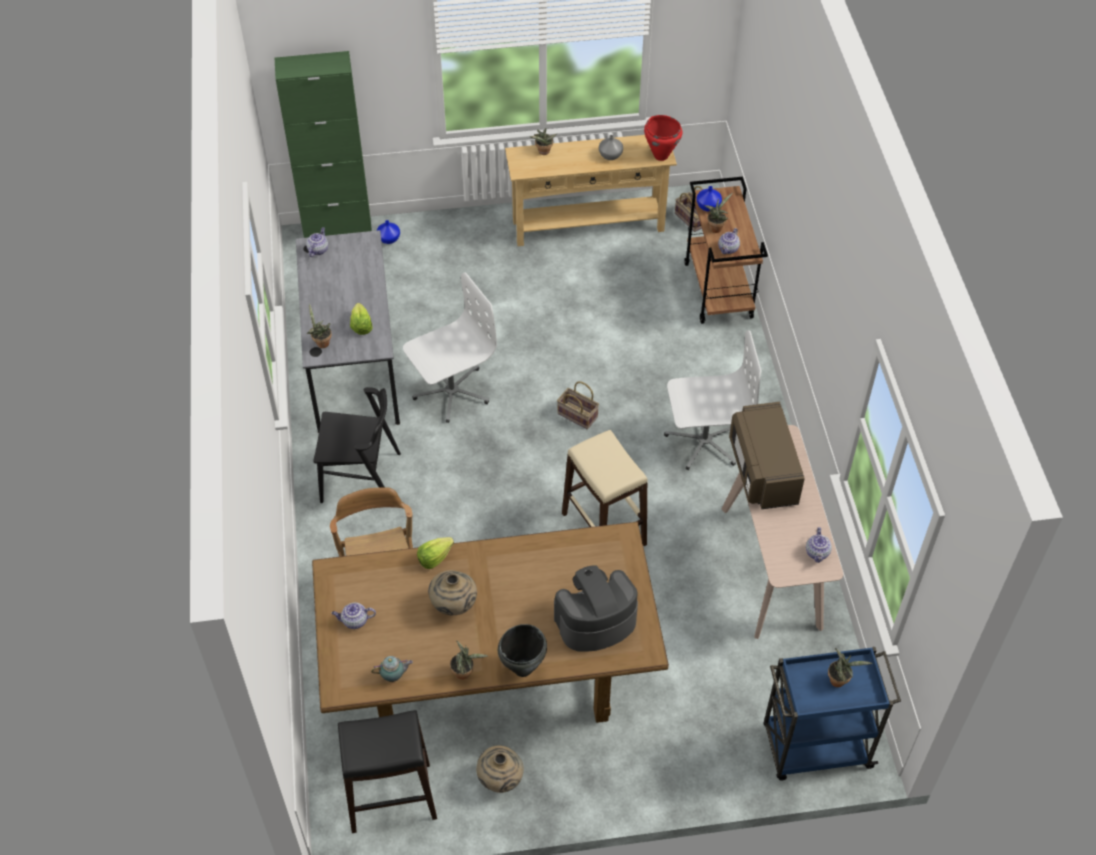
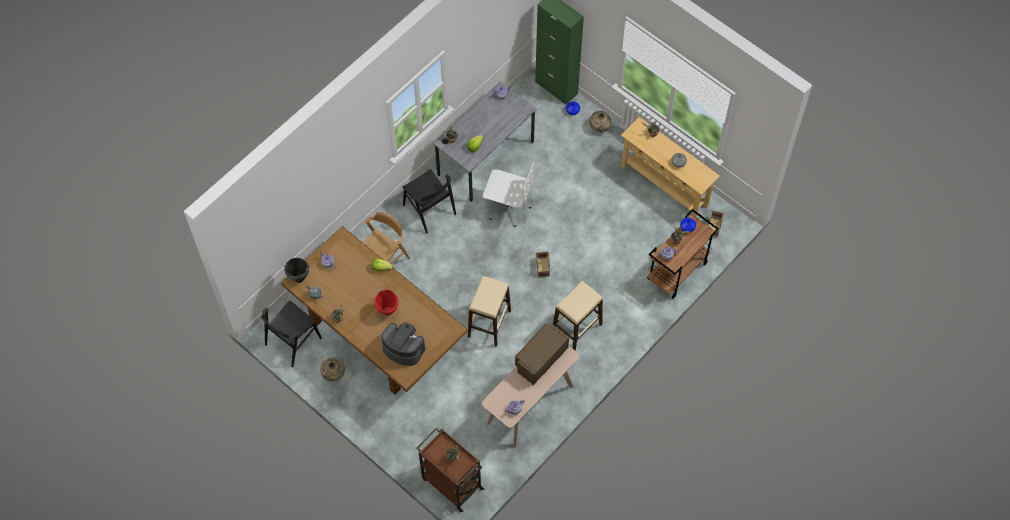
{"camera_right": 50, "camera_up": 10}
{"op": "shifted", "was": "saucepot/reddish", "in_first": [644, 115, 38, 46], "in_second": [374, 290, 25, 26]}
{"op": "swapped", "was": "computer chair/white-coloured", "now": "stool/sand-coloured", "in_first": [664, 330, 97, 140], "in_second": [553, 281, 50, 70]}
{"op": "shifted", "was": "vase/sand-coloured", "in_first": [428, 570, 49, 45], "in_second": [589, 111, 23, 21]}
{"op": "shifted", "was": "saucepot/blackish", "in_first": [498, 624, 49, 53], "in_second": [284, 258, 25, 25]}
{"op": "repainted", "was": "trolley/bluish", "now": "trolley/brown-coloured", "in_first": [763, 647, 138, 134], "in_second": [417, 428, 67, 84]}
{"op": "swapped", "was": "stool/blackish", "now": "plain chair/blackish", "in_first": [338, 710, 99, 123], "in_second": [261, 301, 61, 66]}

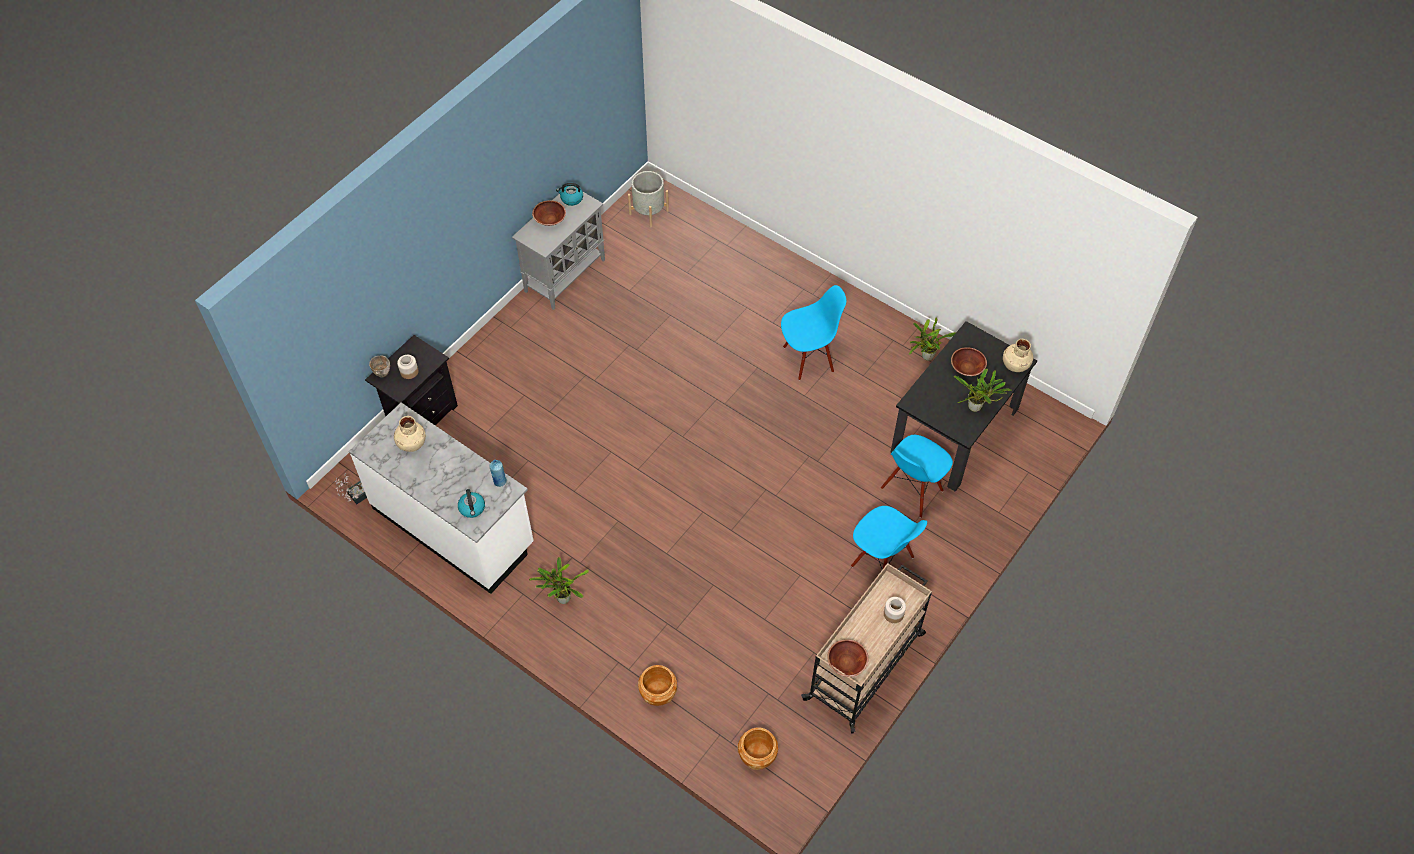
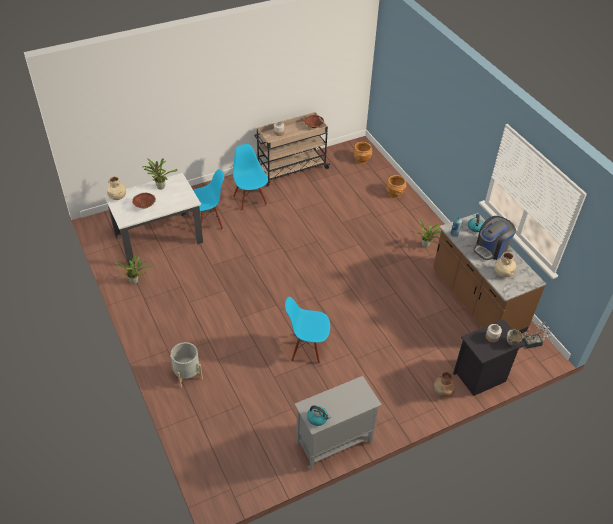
{"camera_right": -155, "camera_up": -10}
{"op": "shifted", "was": "plant pot/gray", "in_first": [628, 171, 41, 56], "in_second": [170, 342, 33, 45]}
{"op": "gone", "was": "serving bowl/brown-coloured", "in_first": [532, 200, 34, 26]}
{"op": "shifted", "was": "plain chair/bluish", "in_first": [781, 285, 65, 95], "in_second": [285, 297, 45, 67]}
{"op": "repainted", "was": "kitchen table/blackish", "now": "kitchen table/white-coloured", "in_first": [890, 321, 147, 171], "in_second": [104, 173, 99, 93]}
{"op": "repainted", "was": "kitchen counter/white-coloured", "now": "kitchen counter/brown-coloured", "in_first": [349, 402, 185, 192], "in_second": [433, 213, 113, 120]}
{"op": "new", "now": "coffee maker", "in_second": [473, 216, 43, 44]}
{"op": "new", "now": "vase/brown-coloured", "in_second": [434, 372, 22, 25]}

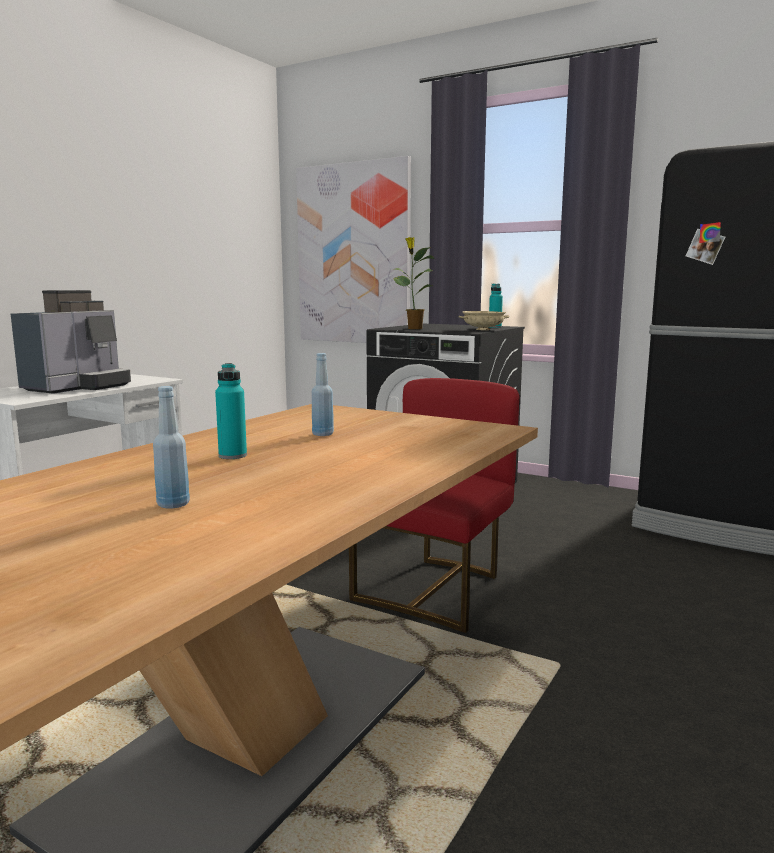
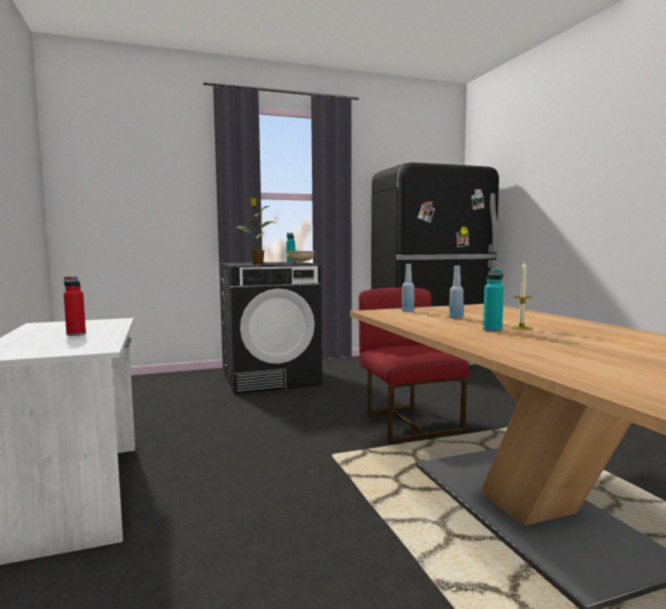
{"camera_right": -50, "camera_up": -5}
{"op": "gone", "was": "wall art", "in_first": [296, 156, 115, 187]}
{"op": "swapped", "was": "coffee maker", "now": "bottle/reddish", "in_first": [11, 290, 120, 104], "in_second": [64, 276, 22, 60]}
{"op": "shifted", "was": "bottle/bluish", "in_first": [153, 386, 37, 122], "in_second": [402, 264, 12, 48]}
{"op": "new", "now": "wax candle", "in_second": [511, 262, 22, 68]}

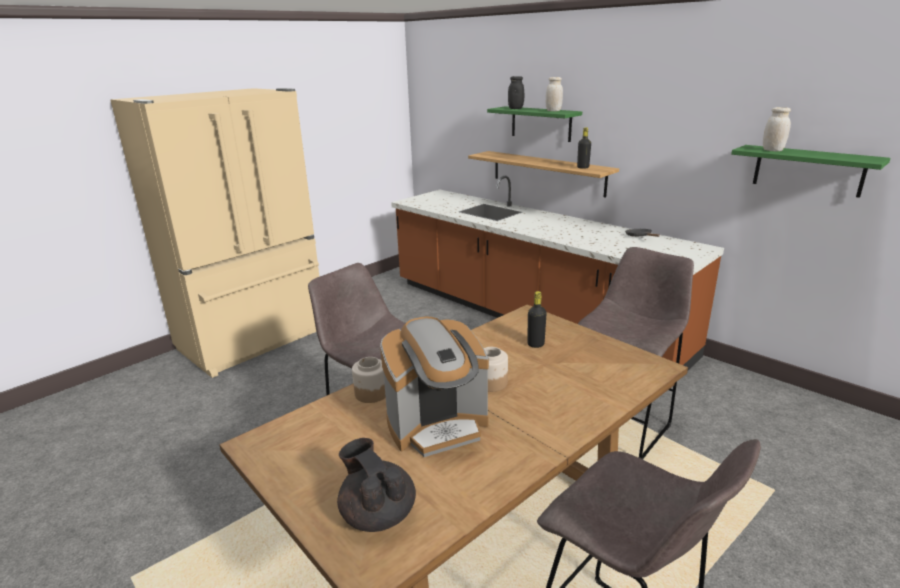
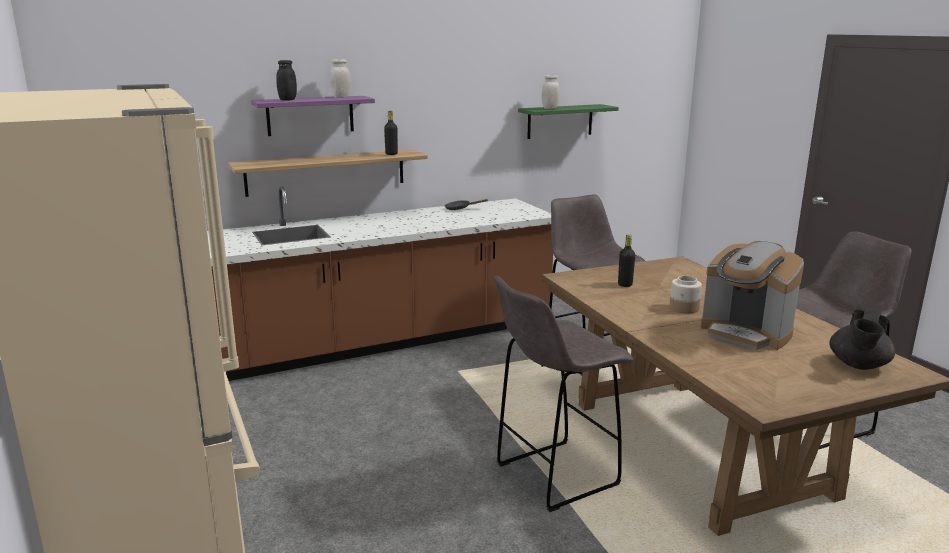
{"camera_right": -70, "camera_up": -5}
{"op": "repainted", "was": "wall shelf/green-coloured", "now": "wall shelf/purple", "in_first": [487, 106, 95, 36], "in_second": [251, 96, 124, 40]}
{"op": "rotated", "was": "coffee maker", "in_first": [380, 317, 109, 140], "in_second": [701, 241, 103, 109], "clockwise": 135}
{"op": "gone", "was": "jar", "in_first": [352, 357, 34, 46]}
{"op": "rotated", "was": "pot for tea/blackish", "in_first": [337, 438, 79, 94], "in_second": [830, 310, 65, 60], "clockwise": -45}

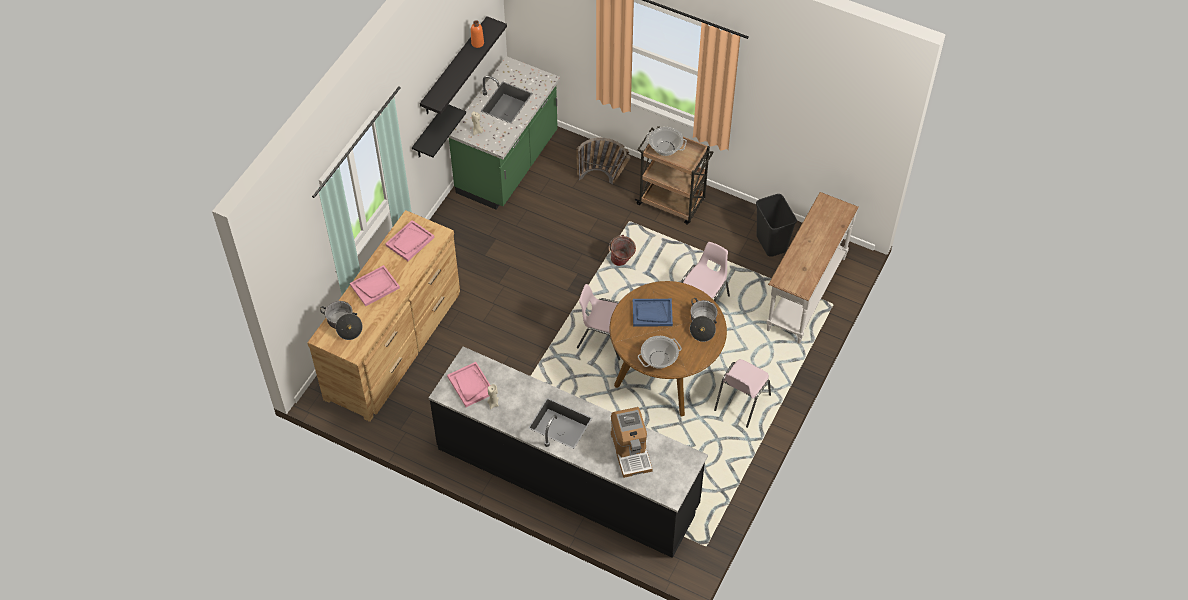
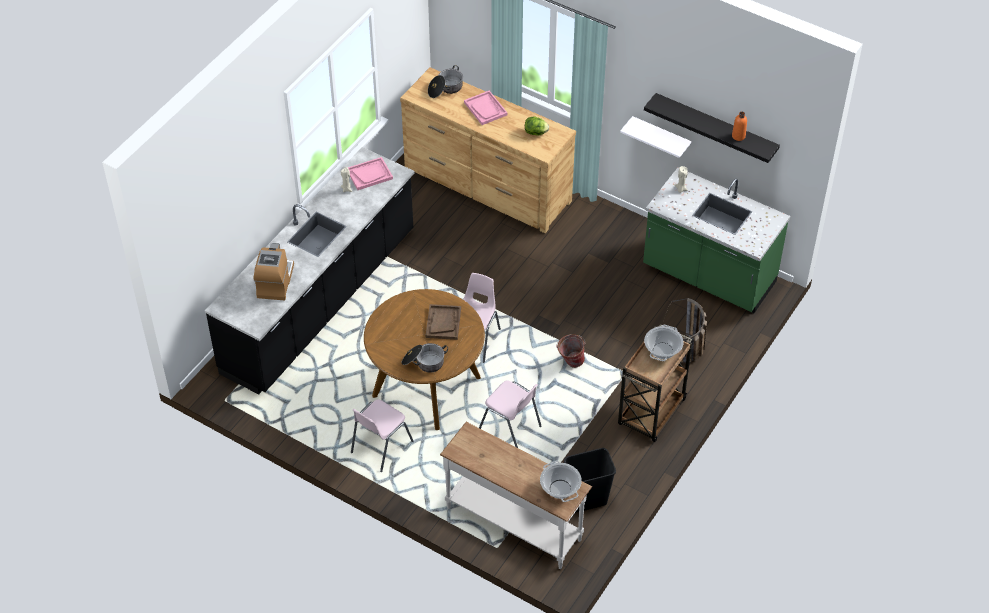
{"camera_right": 95, "camera_up": -5}
{"op": "repainted", "was": "wall shelf/blackish", "now": "wall shelf/white-coloured", "in_first": [412, 104, 54, 54], "in_second": [620, 116, 71, 42]}
{"op": "swapped", "was": "carrying tray/pinkish", "now": "lettuce head", "in_first": [385, 220, 49, 41], "in_second": [525, 117, 24, 18]}
{"op": "repainted", "was": "carrying tray/bluish", "now": "carrying tray/brown-coloured", "in_first": [633, 299, 40, 28], "in_second": [426, 304, 35, 36]}
{"op": "shifted", "was": "saucepot", "in_first": [638, 336, 44, 33], "in_second": [540, 461, 42, 41]}
{"op": "rotated", "was": "plain chair/pinkish", "in_first": [714, 359, 57, 69], "in_second": [351, 399, 63, 73], "clockwise": -90}
{"op": "rotated", "was": "coffee maker", "in_first": [611, 407, 42, 71], "in_second": [253, 243, 41, 58], "clockwise": 105}

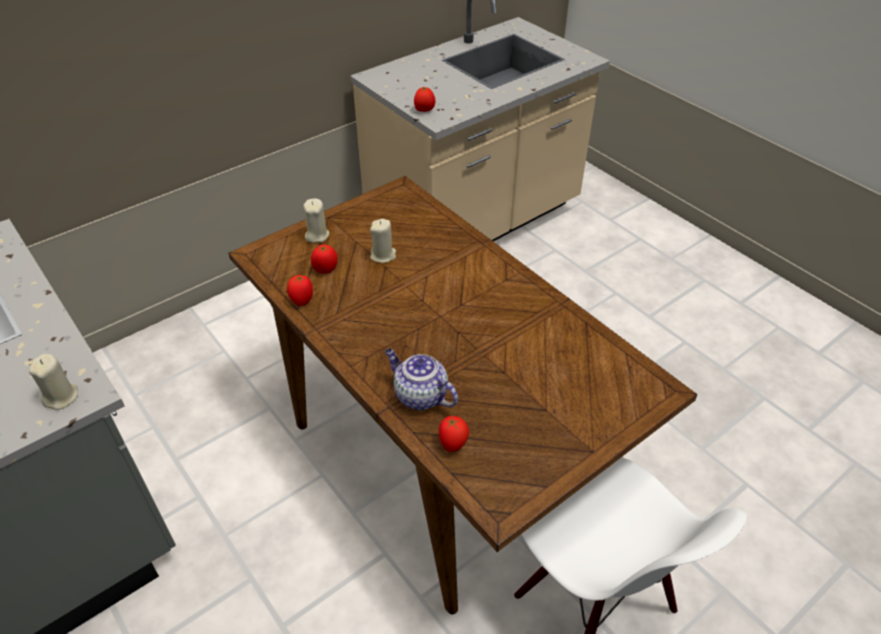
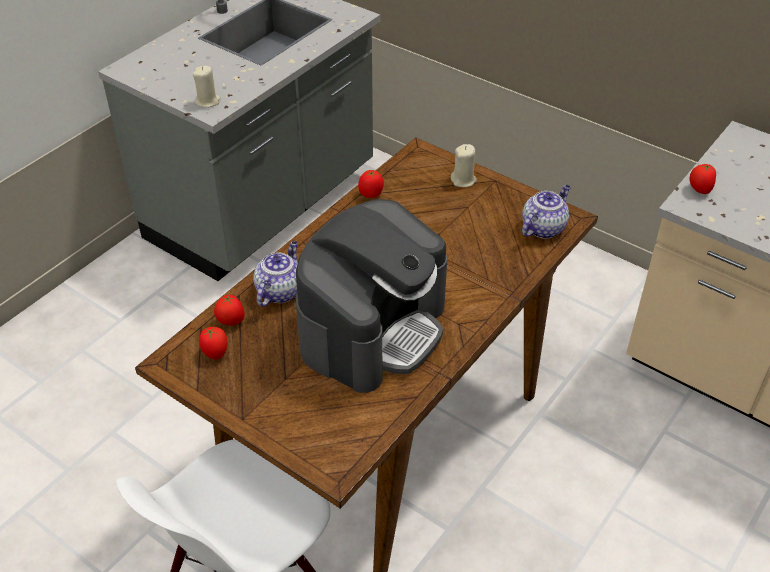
{"camera_right": 75, "camera_up": 0}
{"op": "gone", "was": "wax candle/sand-coloured", "in_first": [370, 219, 26, 44]}
{"op": "shifted", "was": "fresh tomato", "in_first": [311, 245, 27, 29], "in_second": [199, 327, 29, 32]}
{"op": "new", "now": "pot for tea", "in_second": [522, 185, 49, 54]}
{"op": "new", "now": "coffee maker", "in_second": [296, 199, 151, 194]}

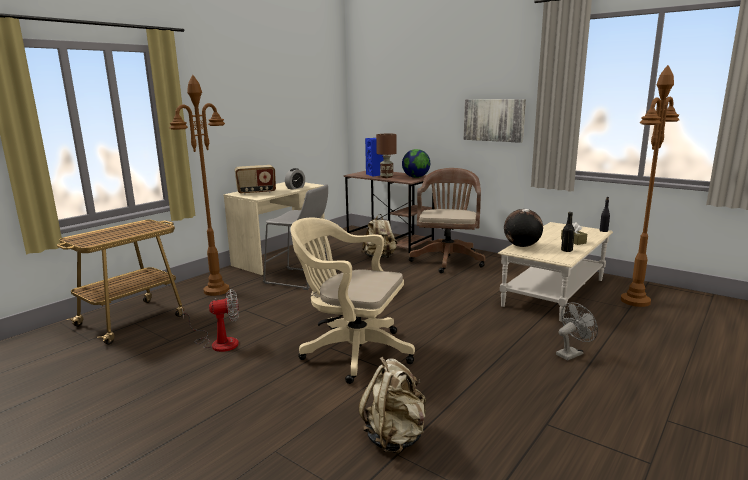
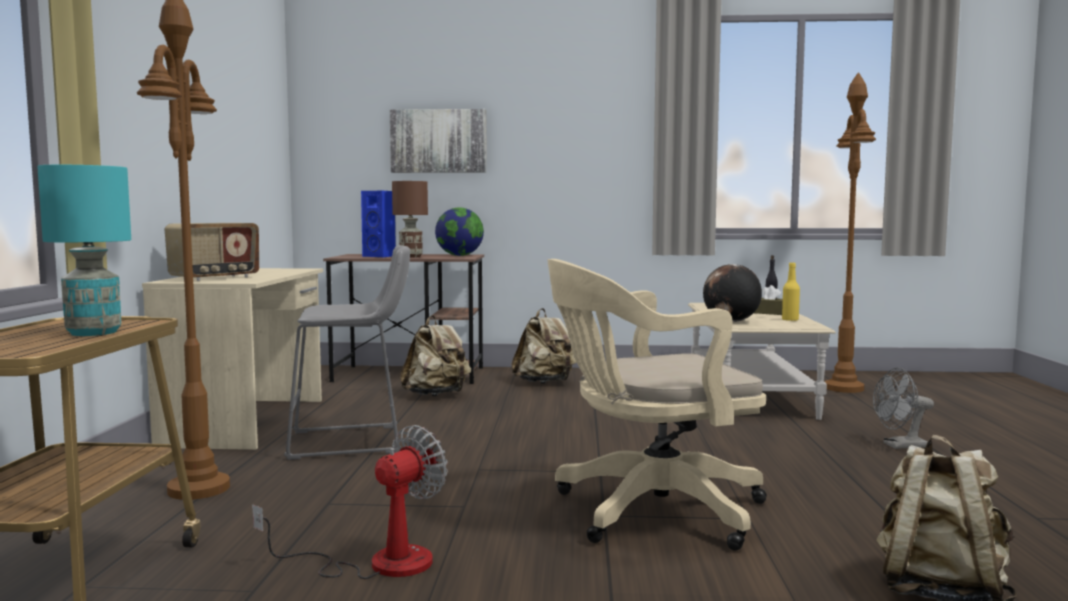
{"camera_right": -35, "camera_up": -10}
{"op": "shifted", "was": "wall art", "in_first": [464, 99, 62, 44], "in_second": [390, 109, 97, 64]}
{"op": "gone", "was": "bedside clock", "in_first": [285, 168, 20, 22]}
{"op": "swapped", "was": "computer chair/brown-coloured", "now": "rucksack/sand-coloured", "in_first": [409, 168, 77, 105], "in_second": [511, 308, 66, 76]}
{"op": "repainted", "was": "bottle/blackish", "now": "bottle/yellowish", "in_first": [561, 212, 14, 40], "in_second": [782, 263, 18, 58]}
{"op": "rotated", "was": "fan/gray", "in_first": [556, 302, 42, 59], "in_second": [873, 367, 61, 82], "clockwise": -120}
{"op": "new", "now": "table lamp/blue-green", "in_second": [37, 165, 94, 171]}

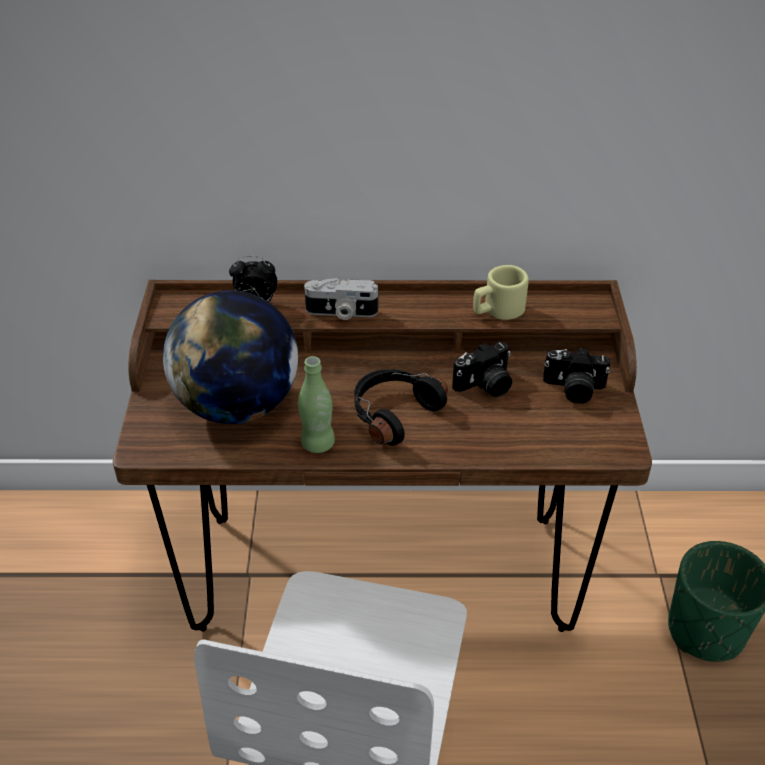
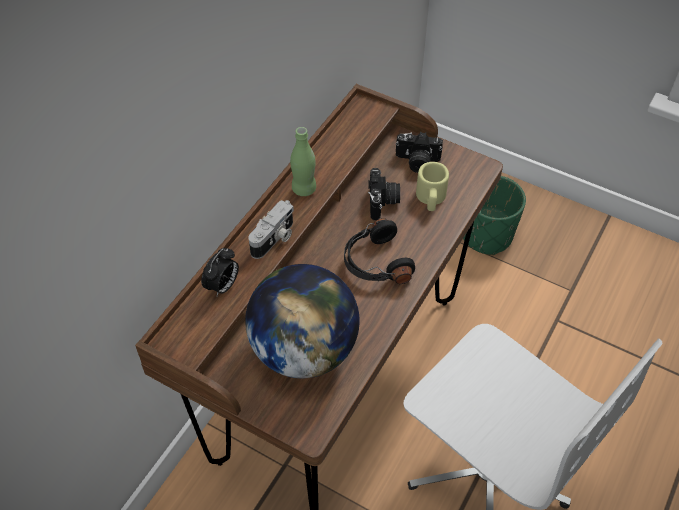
{"camera_right": -60, "camera_up": 10}
{"op": "shifted", "was": "tea mug/sand-coloured", "in_first": [473, 265, 56, 55], "in_second": [416, 162, 33, 49]}
{"op": "rotated", "was": "photo camera", "in_first": [543, 347, 67, 57], "in_second": [395, 132, 48, 41], "clockwise": 60}
{"op": "shifted", "was": "bottle/green-coloured", "in_first": [298, 356, 37, 97], "in_second": [290, 127, 26, 69]}

